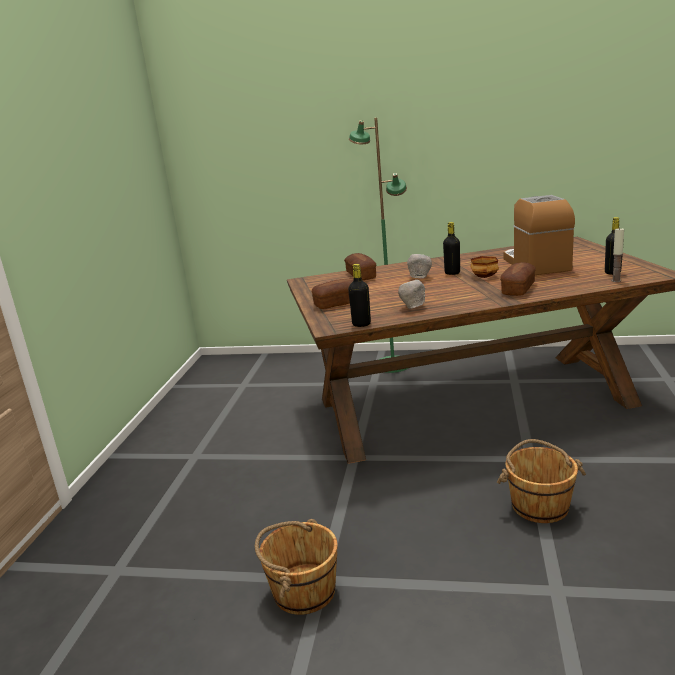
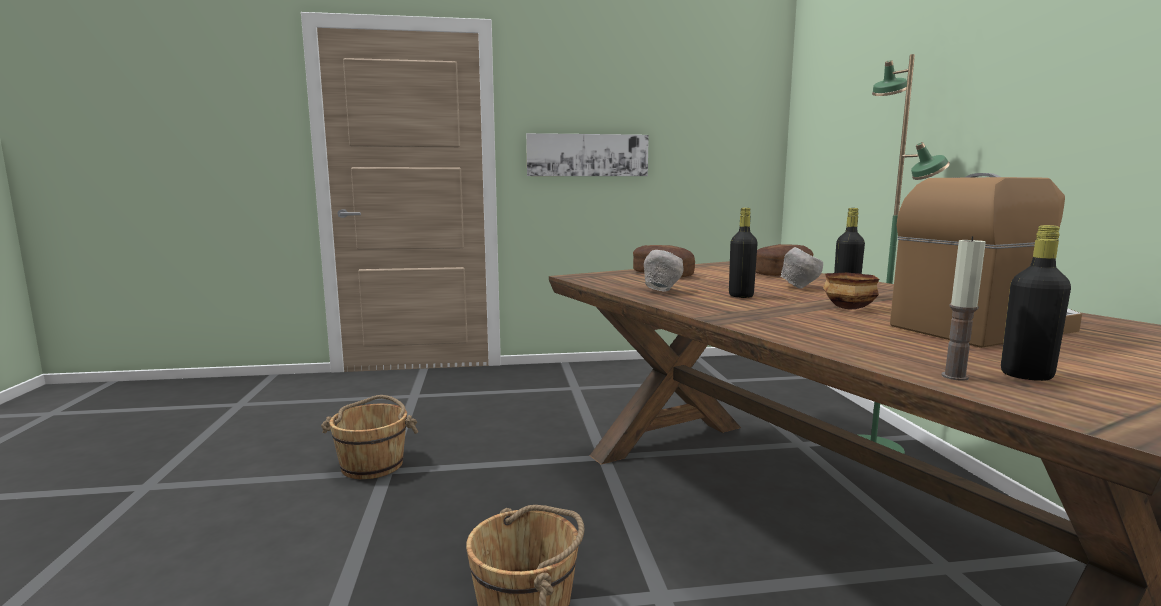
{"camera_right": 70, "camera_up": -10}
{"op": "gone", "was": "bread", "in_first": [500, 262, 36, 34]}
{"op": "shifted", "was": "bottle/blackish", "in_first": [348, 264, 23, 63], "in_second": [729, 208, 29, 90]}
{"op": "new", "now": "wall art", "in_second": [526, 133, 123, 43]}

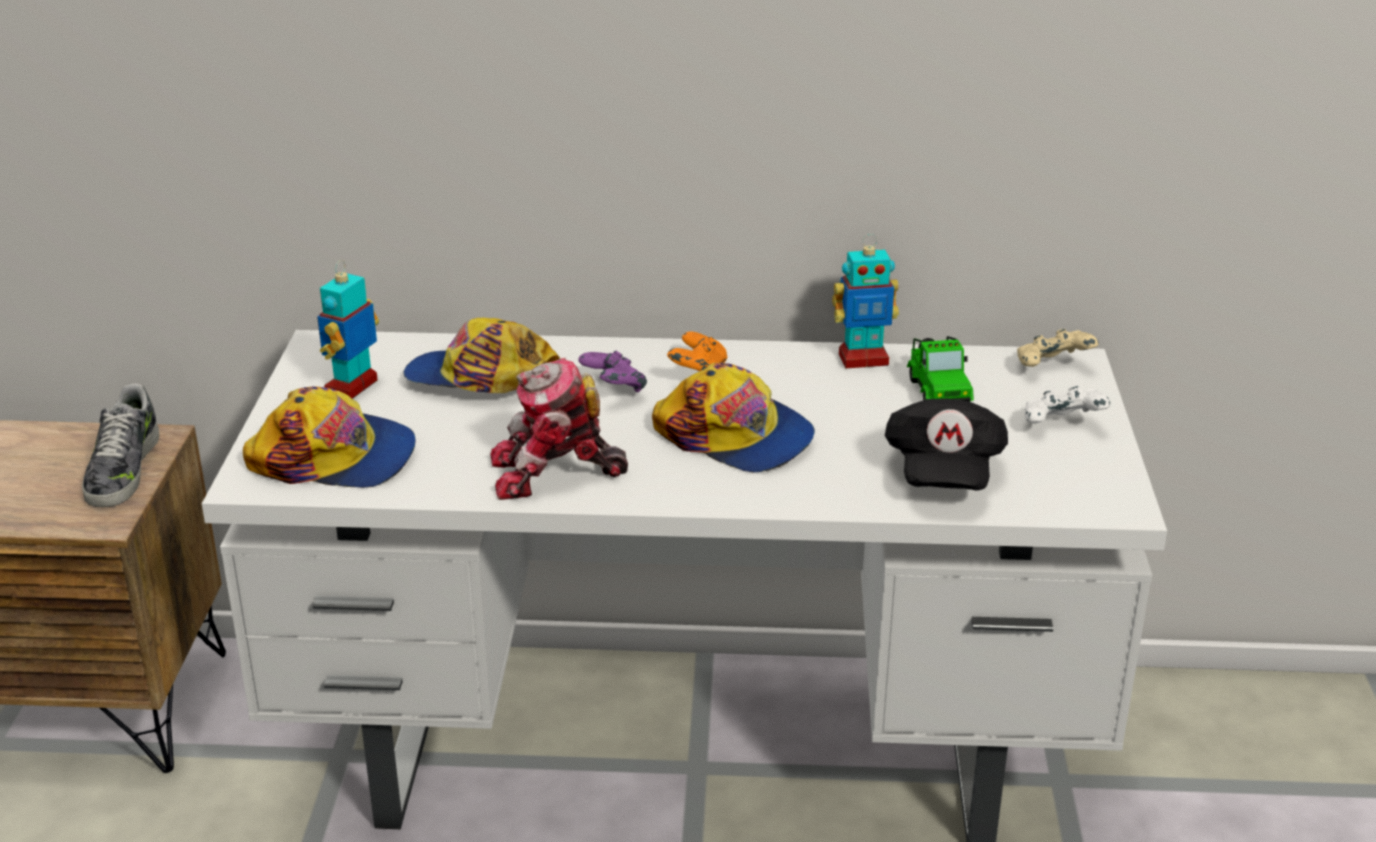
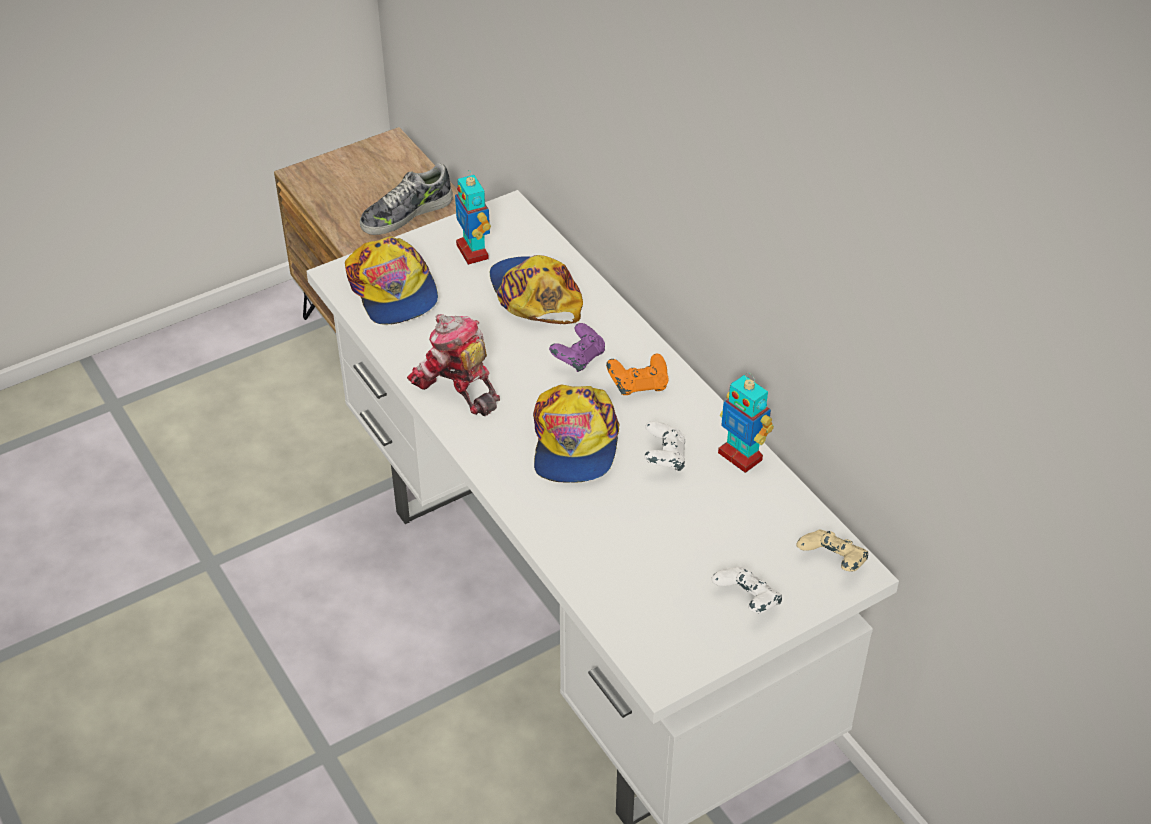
{"camera_right": 55, "camera_up": 15}
{"op": "rotated", "was": "toy robot", "in_first": [317, 260, 62, 139], "in_second": [455, 170, 36, 95], "clockwise": -105}
{"op": "gone", "was": "toy car", "in_first": [907, 336, 67, 65]}
{"op": "gone", "was": "peaked cap/blackish", "in_first": [885, 398, 123, 93]}
{"op": "new", "now": "gamepad/white-coloured", "in_second": [644, 421, 42, 51]}

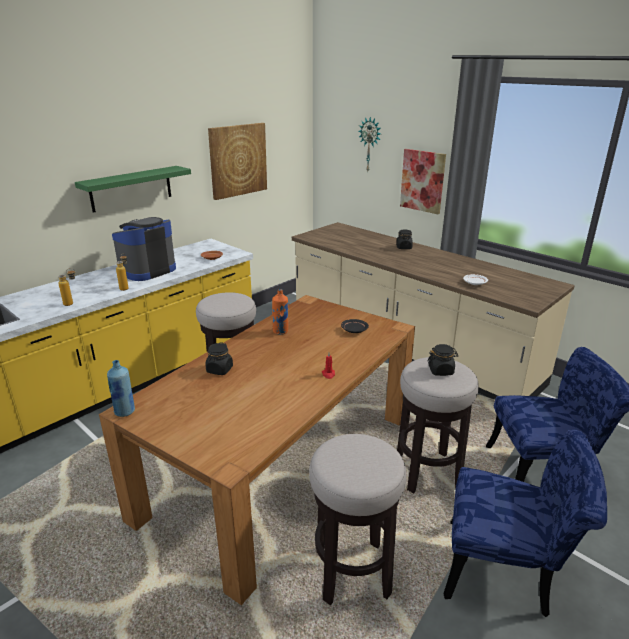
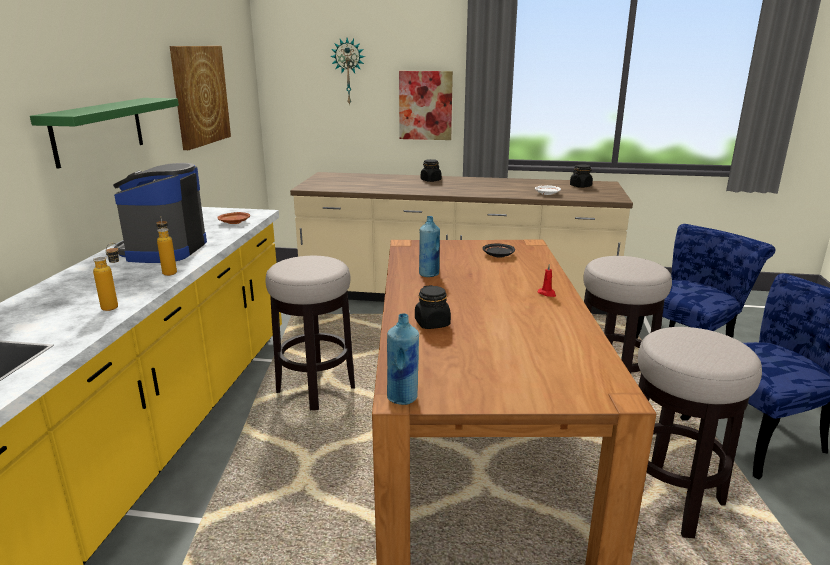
{"camera_right": -35, "camera_up": -5}
{"op": "repainted", "was": "bottle/orange-coloured", "now": "bottle/bluish", "in_first": [272, 289, 16, 45], "in_second": [419, 216, 21, 61]}
{"op": "shifted", "was": "jar/blackish", "in_first": [428, 344, 31, 32], "in_second": [570, 164, 23, 24]}

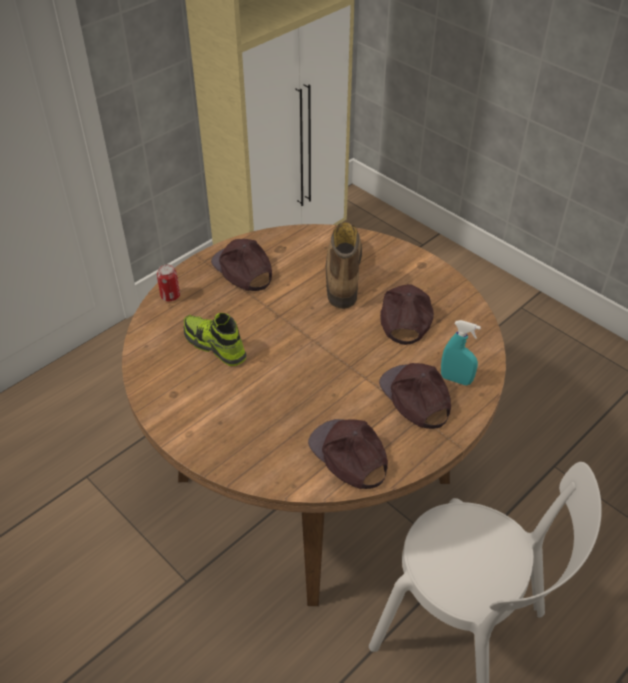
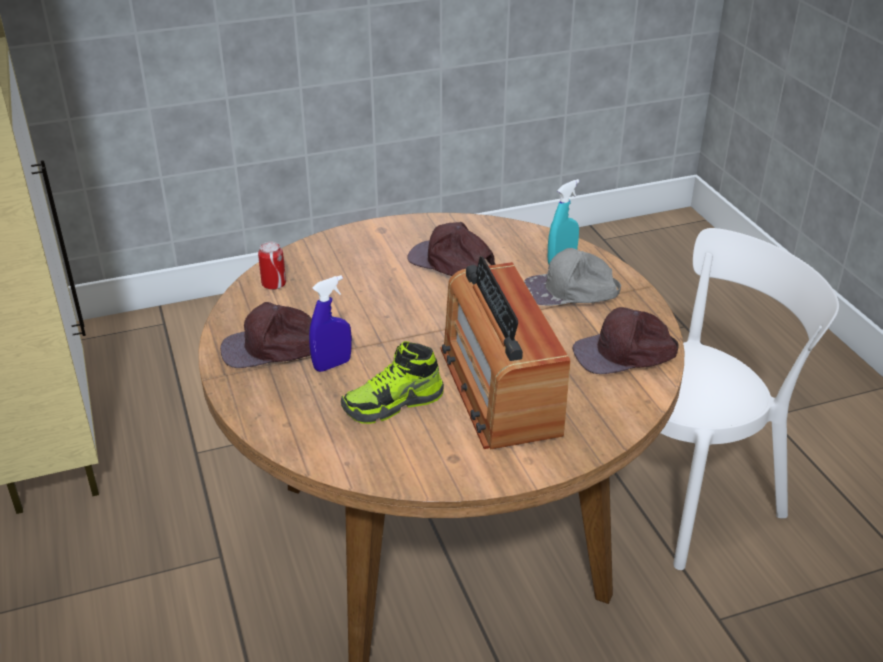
{"camera_right": -65, "camera_up": -10}
{"op": "gone", "was": "tall boot", "in_first": [326, 222, 36, 87]}
{"op": "shifted", "was": "sealed can", "in_first": [157, 264, 23, 37], "in_second": [258, 242, 28, 48]}
{"op": "repainted", "was": "peaked cap/brown-coloured", "now": "peaked cap/gray", "in_first": [379, 363, 72, 66], "in_second": [524, 248, 97, 58]}
{"op": "new", "now": "radio receiver", "in_second": [440, 256, 131, 193]}
{"op": "new", "now": "hand sprayer/bluish", "in_second": [309, 275, 43, 97]}

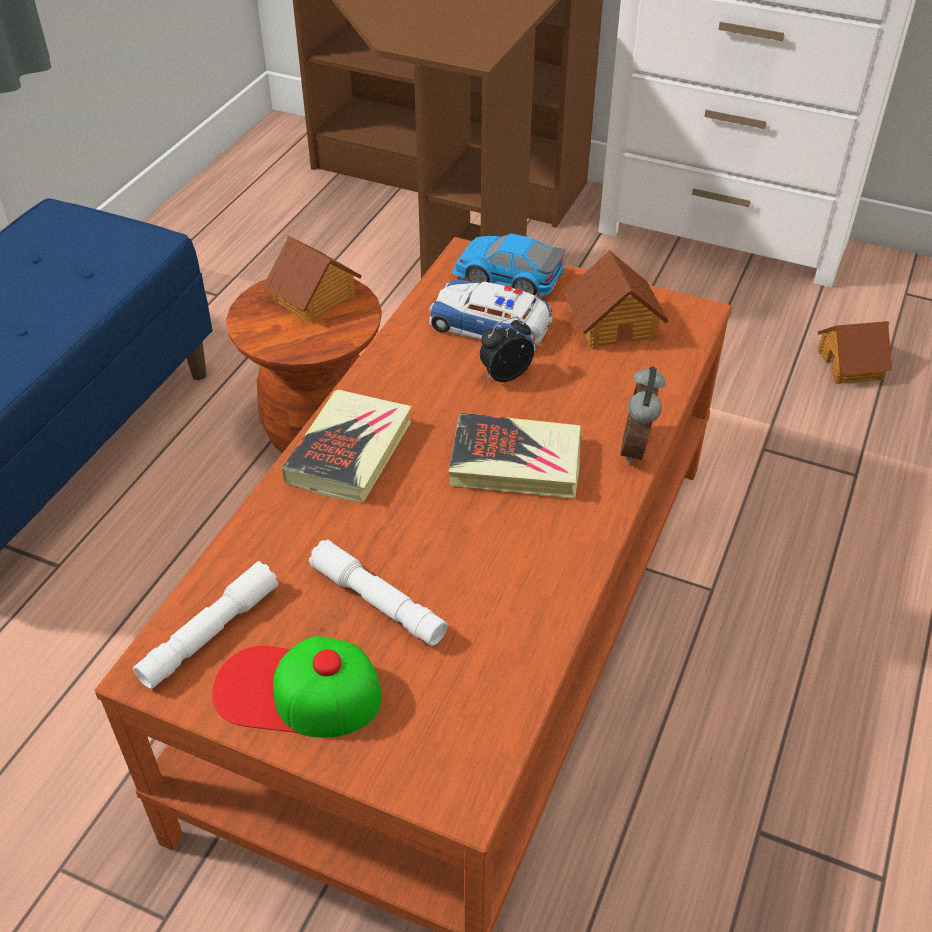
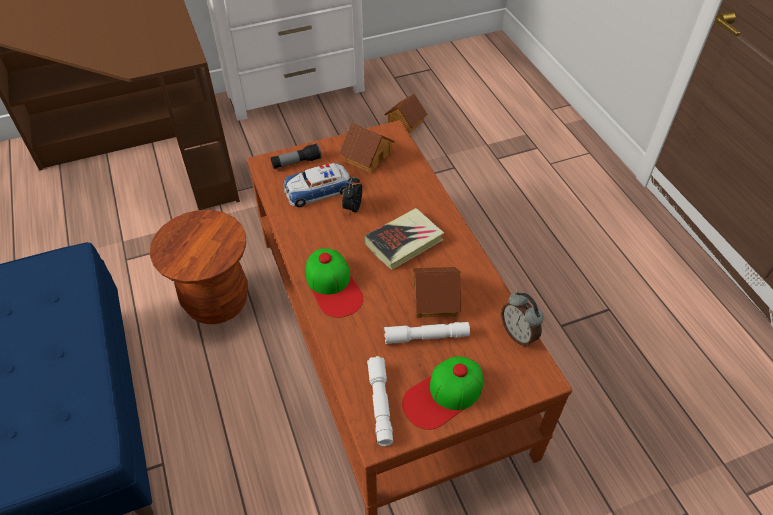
{"camera_right": -45, "camera_up": 5}
{"op": "swapped", "was": "toy car", "now": "flashlight", "in_first": [452, 233, 113, 63], "in_second": [271, 143, 50, 26]}
{"op": "shifted", "was": "model house", "in_first": [263, 236, 99, 87], "in_second": [413, 267, 48, 51]}
{"op": "shifted", "was": "bedside clock", "in_first": [620, 366, 45, 99], "in_second": [501, 292, 43, 55]}
{"op": "swapped", "was": "volume", "now": "peaked cap", "in_first": [282, 390, 130, 113], "in_second": [306, 248, 58, 70]}

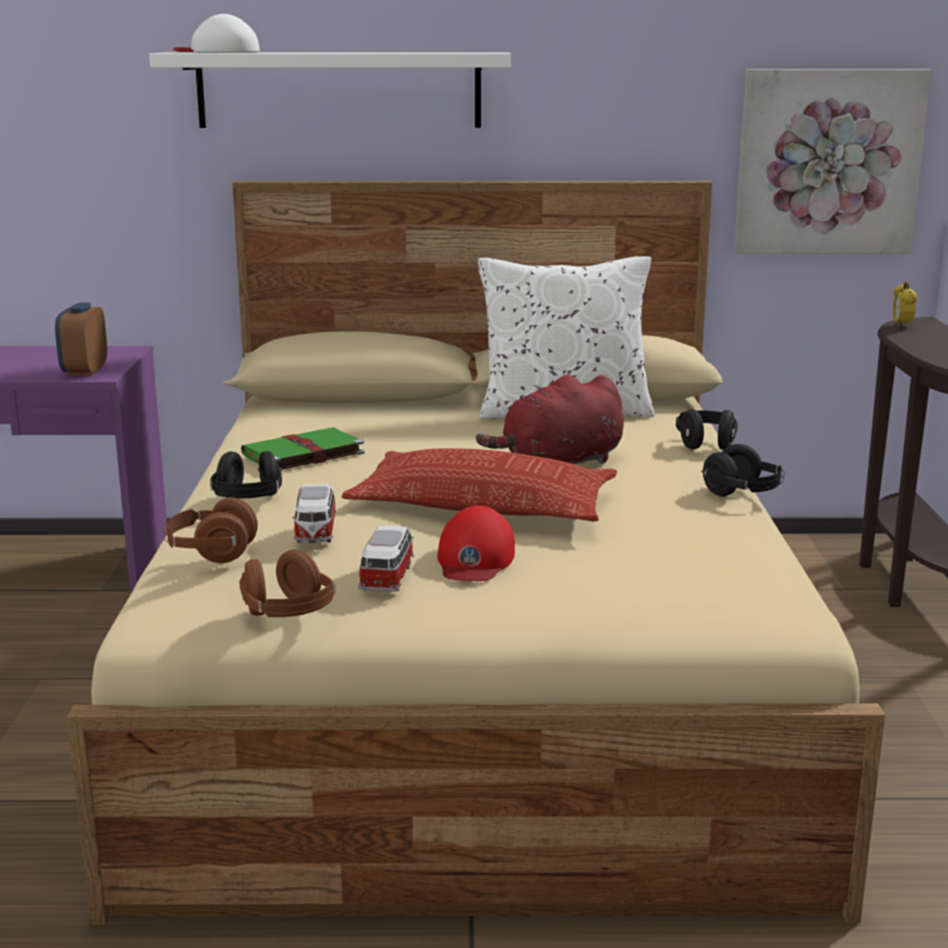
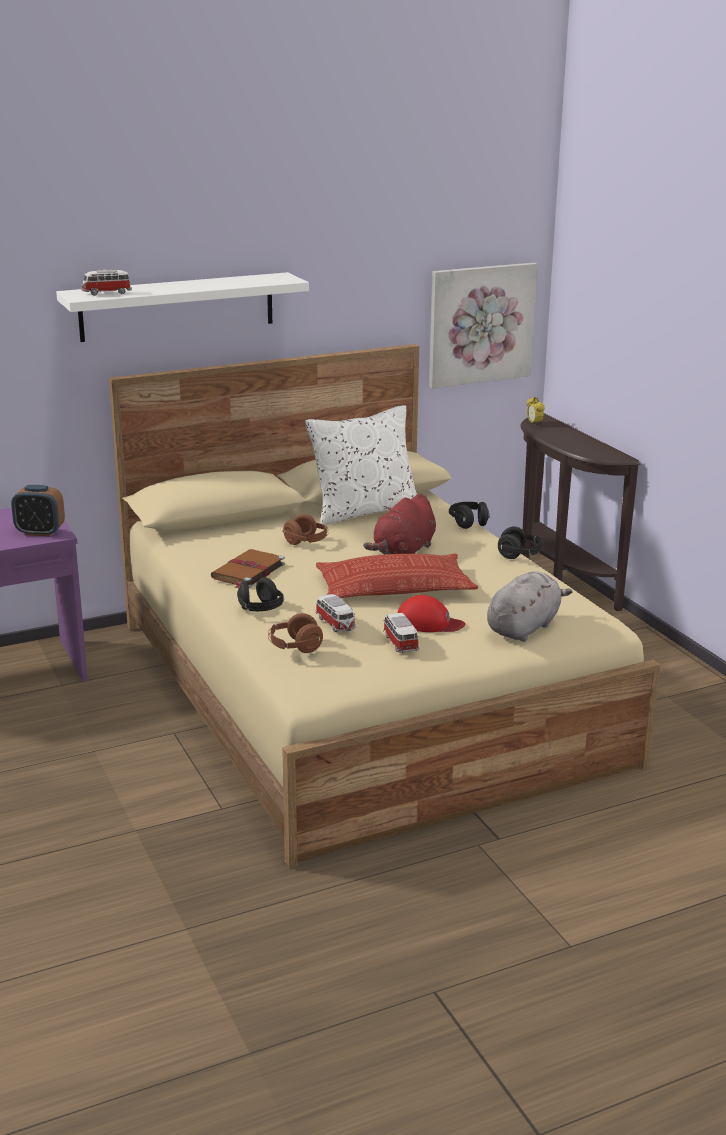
{"camera_right": -25, "camera_up": 5}
{"op": "swapped", "was": "peaked cap/white-coloured", "now": "toy car", "in_first": [173, 14, 87, 39], "in_second": [82, 269, 50, 27]}
{"op": "rotated", "was": "bedside clock", "in_first": [55, 302, 52, 74], "in_second": [11, 485, 54, 52], "clockwise": -60}
{"op": "repainted", "was": "volume/green-coloured", "now": "volume/brown-coloured", "in_first": [241, 427, 124, 44], "in_second": [211, 549, 74, 40]}
{"op": "rotated", "was": "peaked cap/reddish", "in_first": [437, 506, 78, 75], "in_second": [398, 595, 68, 37], "clockwise": -60}
{"op": "shifted", "was": "headphones/brown-coloured", "in_first": [239, 549, 97, 68], "in_second": [282, 514, 46, 31]}
{"op": "new", "now": "cuddly toy/gray", "in_second": [487, 571, 86, 71]}

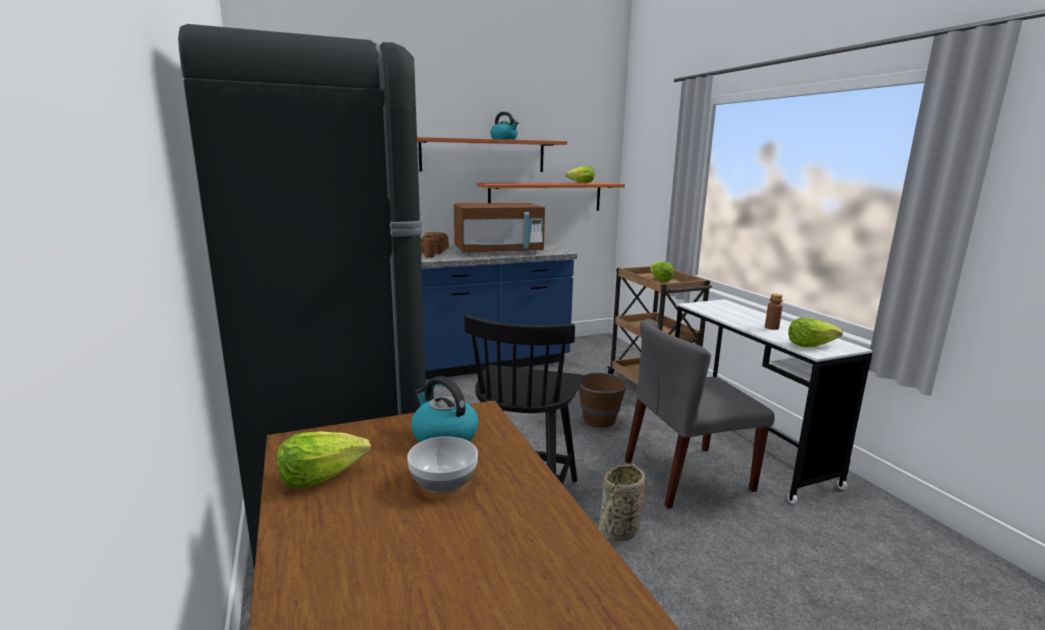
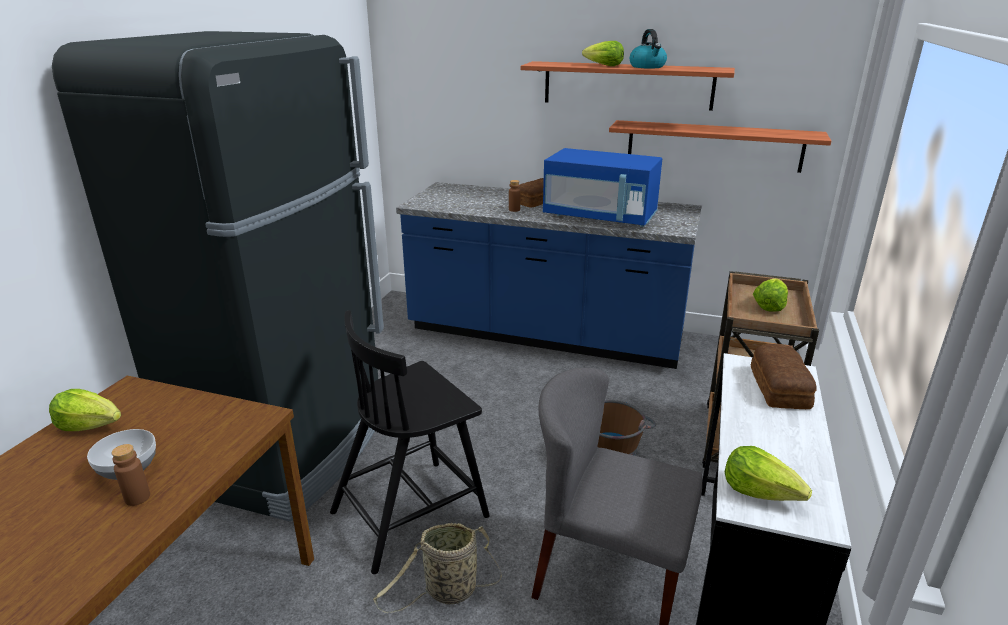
{"camera_right": 40, "camera_up": 10}
{"op": "shifted", "was": "lettuce head", "in_first": [565, 166, 29, 17], "in_second": [582, 41, 42, 25]}
{"op": "repainted", "was": "microwave/brown-coloured", "now": "microwave/bluish", "in_first": [454, 203, 91, 52], "in_second": [543, 148, 119, 79]}
{"op": "shifted", "was": "bottle/brown-coloured", "in_first": [765, 294, 18, 36], "in_second": [111, 444, 39, 62]}
{"op": "gone", "was": "kettle", "in_first": [411, 376, 68, 66]}
{"op": "new", "now": "bread", "in_second": [751, 344, 66, 65]}

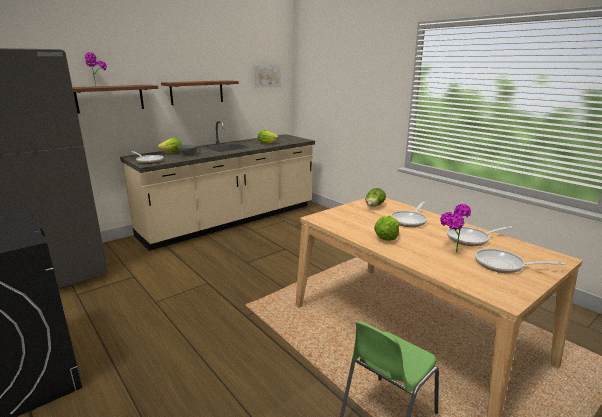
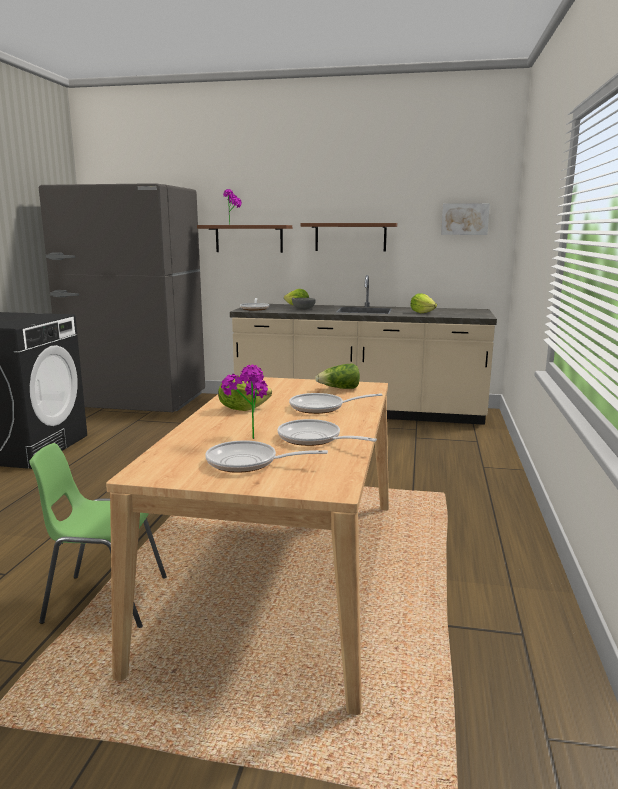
{"camera_right": 50, "camera_up": -5}
{"op": "rotated", "was": "frying pan", "in_first": [475, 249, 90, 24], "in_second": [205, 441, 123, 32], "clockwise": -60}

